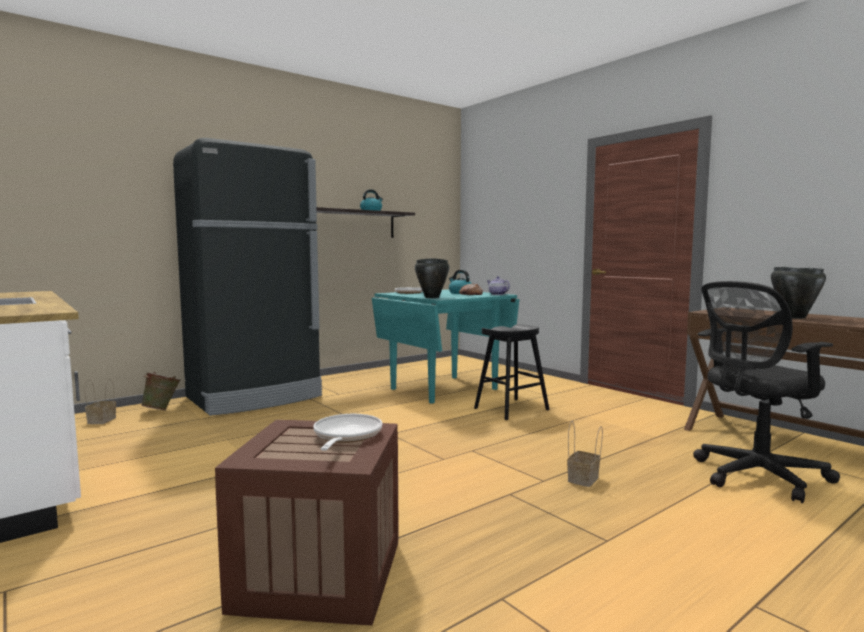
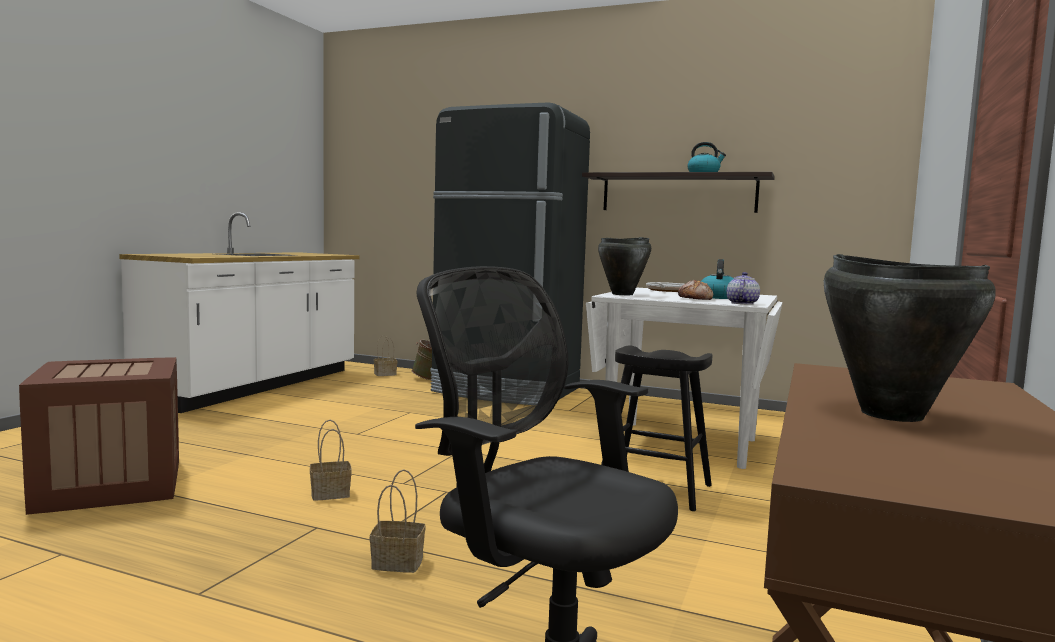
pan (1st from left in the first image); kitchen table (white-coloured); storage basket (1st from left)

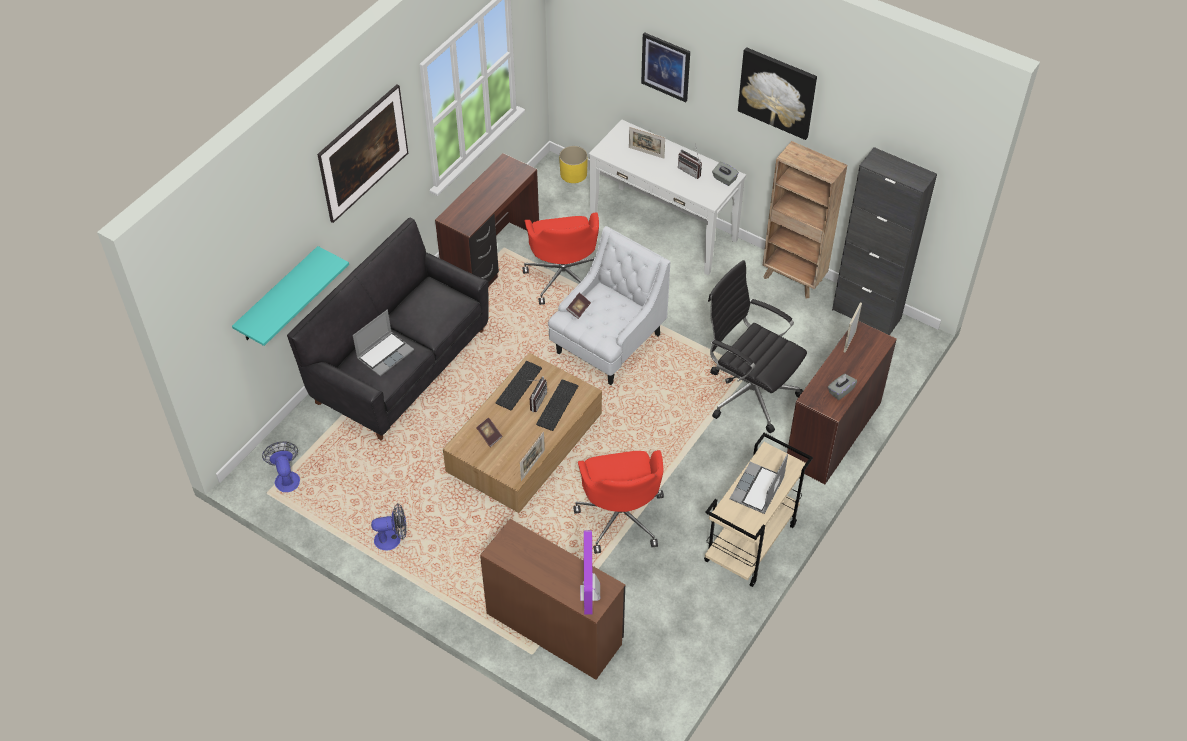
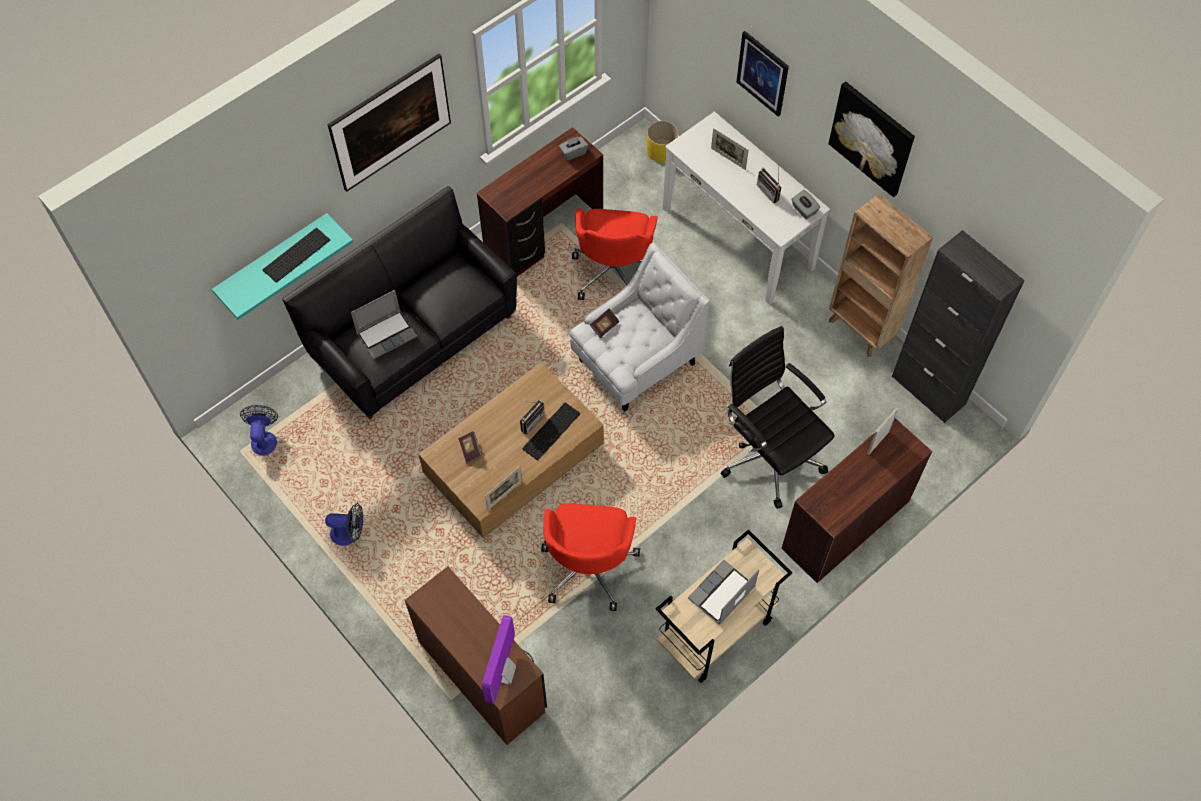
PC keyboard (1st from left); tissue holder (greyish) (1st from left)

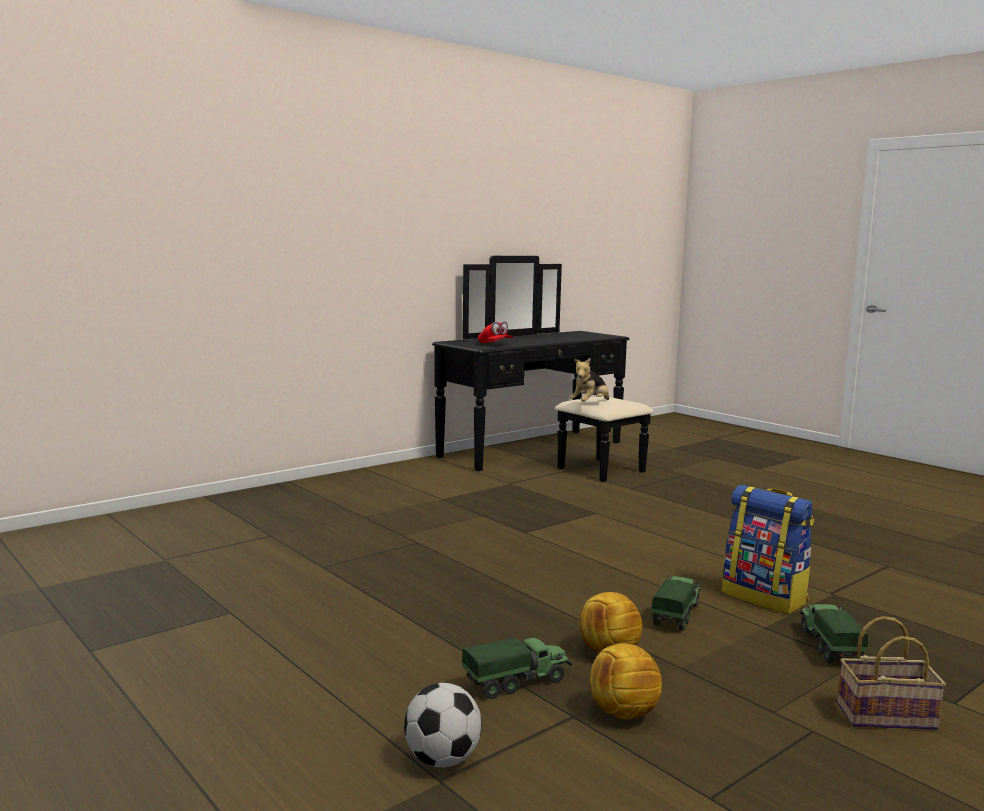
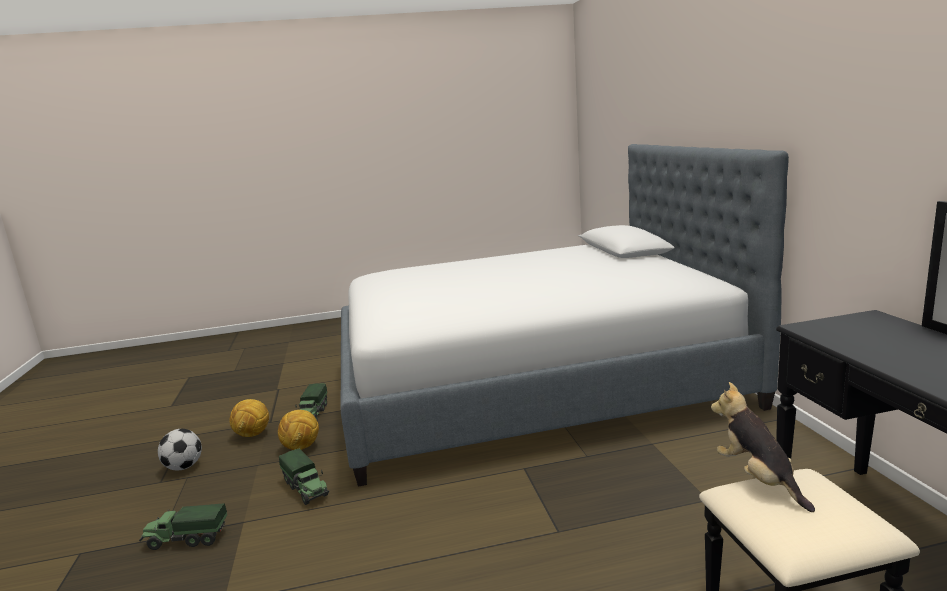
football (1st from left); peaked cap (red); rucksack; toy lorry (1st from left); storage basket; bedroom bed

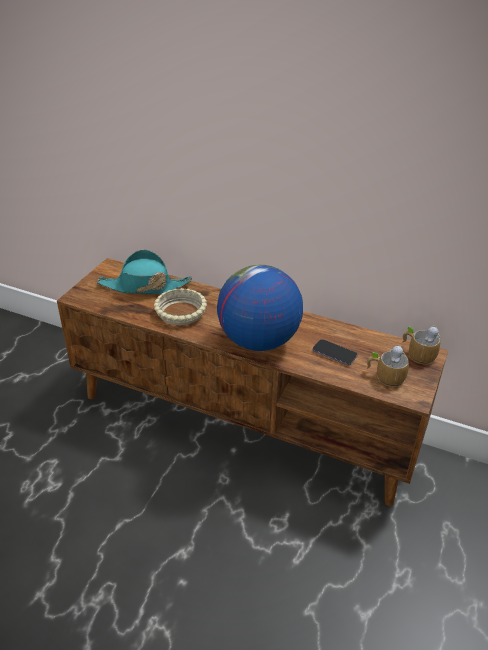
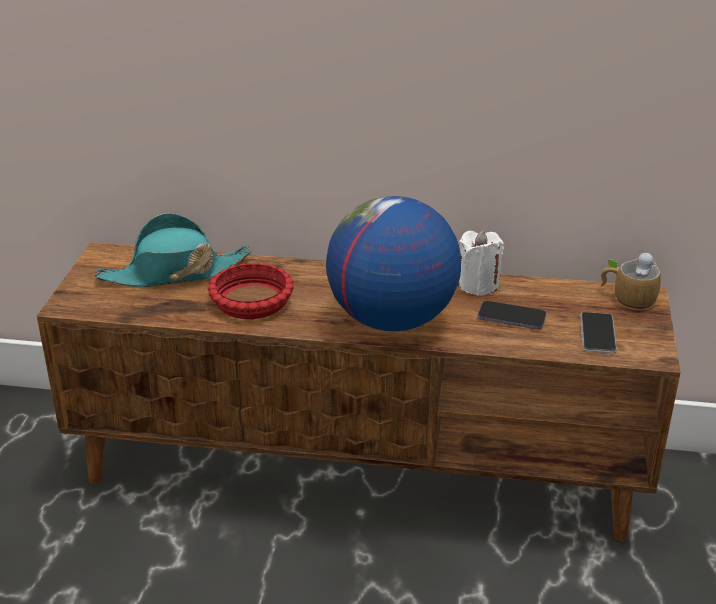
serving bowl (red); handset (2nd from left); wax candle (white-coloured)

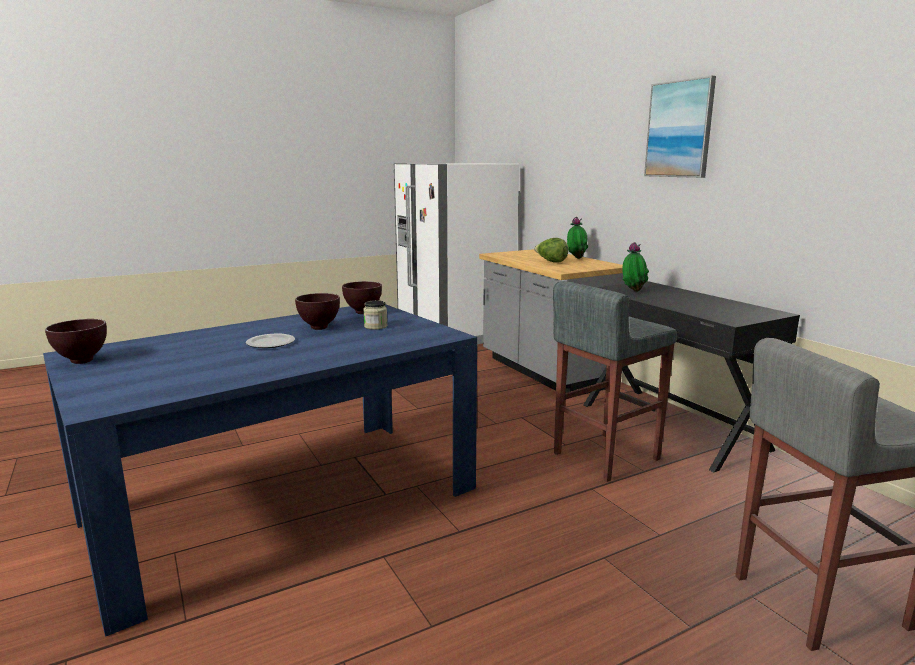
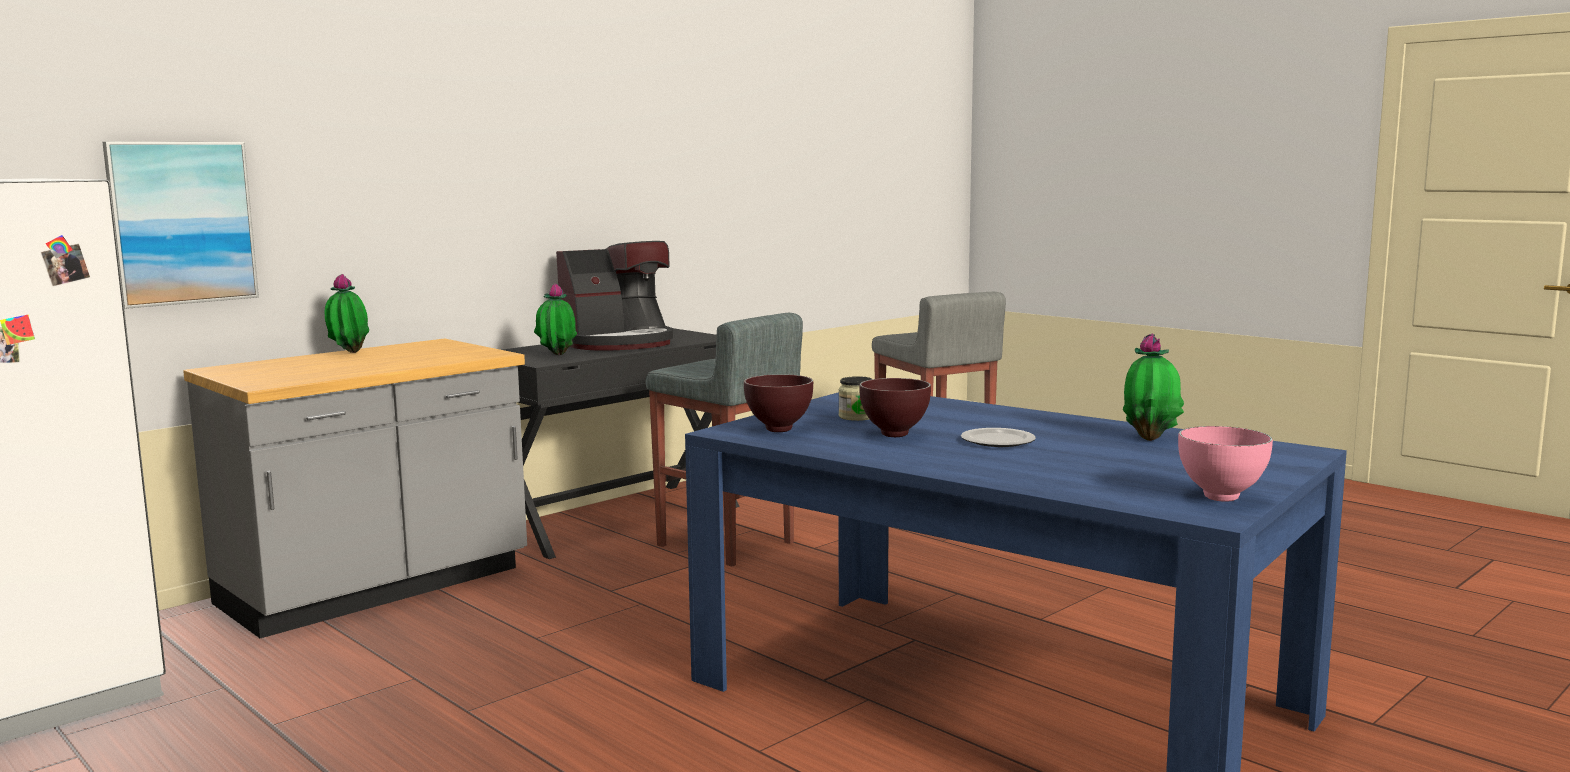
serving bowl (pinkish); head of lettuce; wall picture; coffee machine; potted plant (3rd from left)

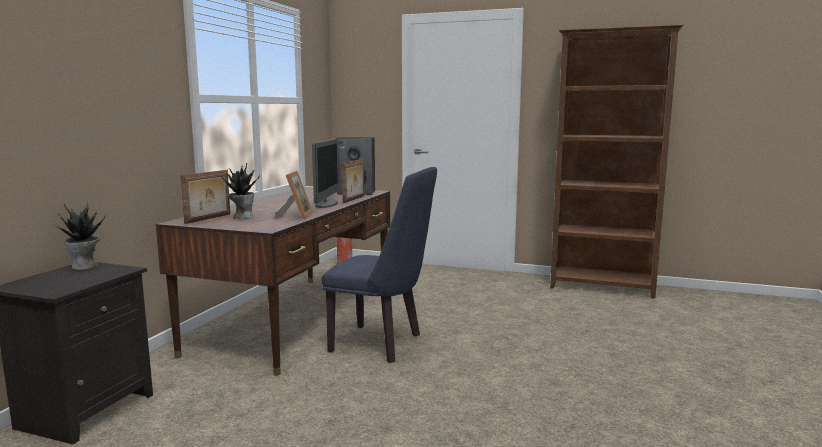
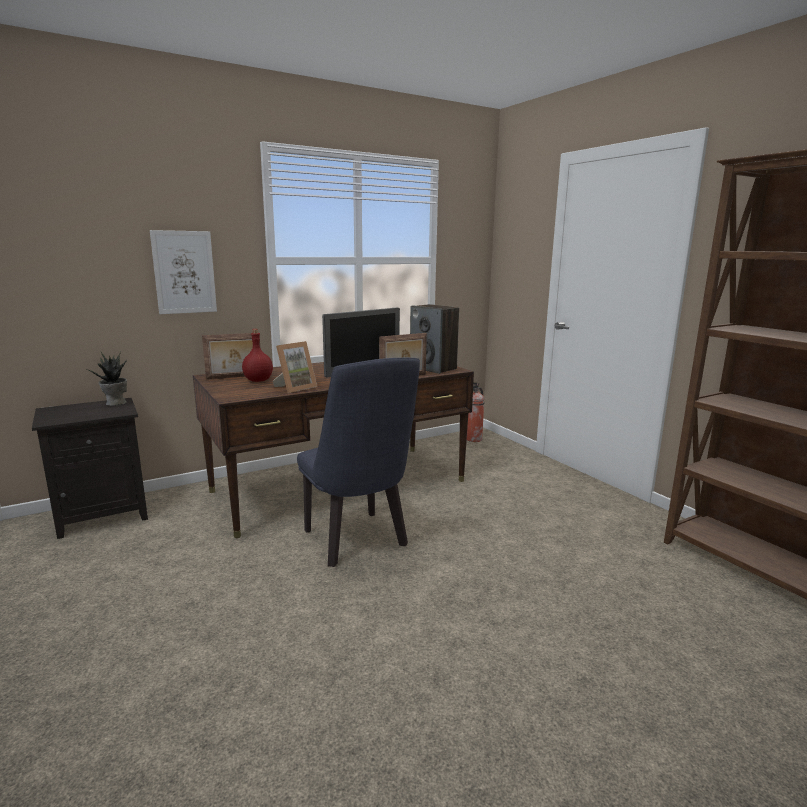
drink bottle (red); wall picture

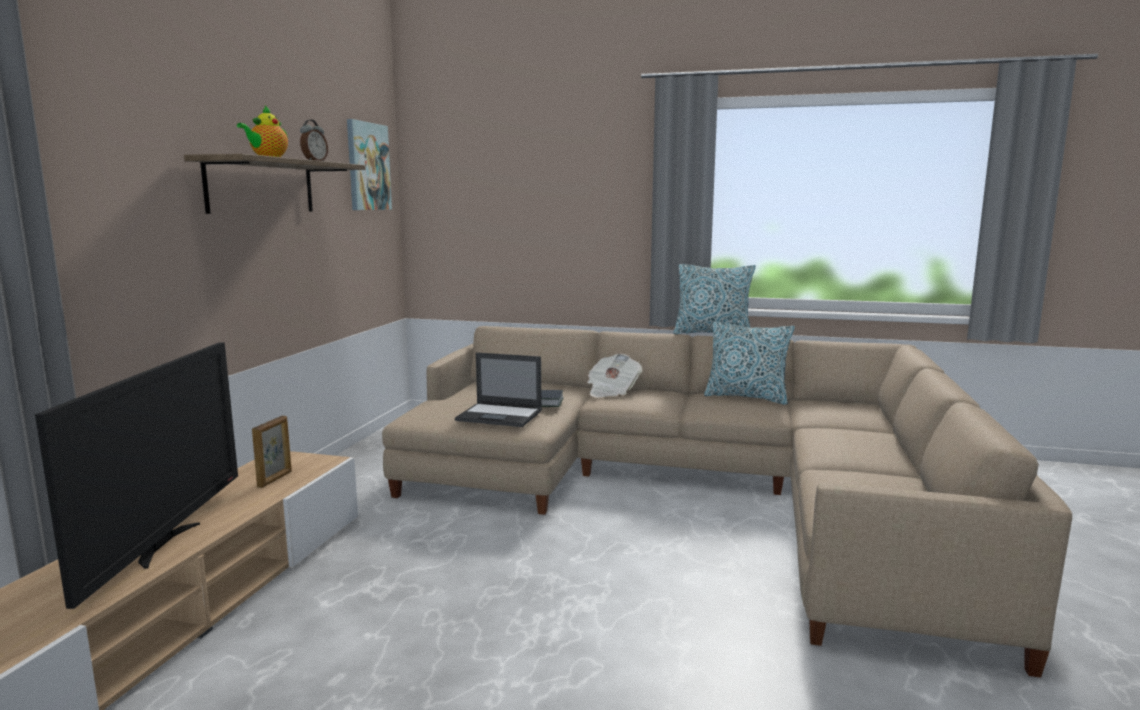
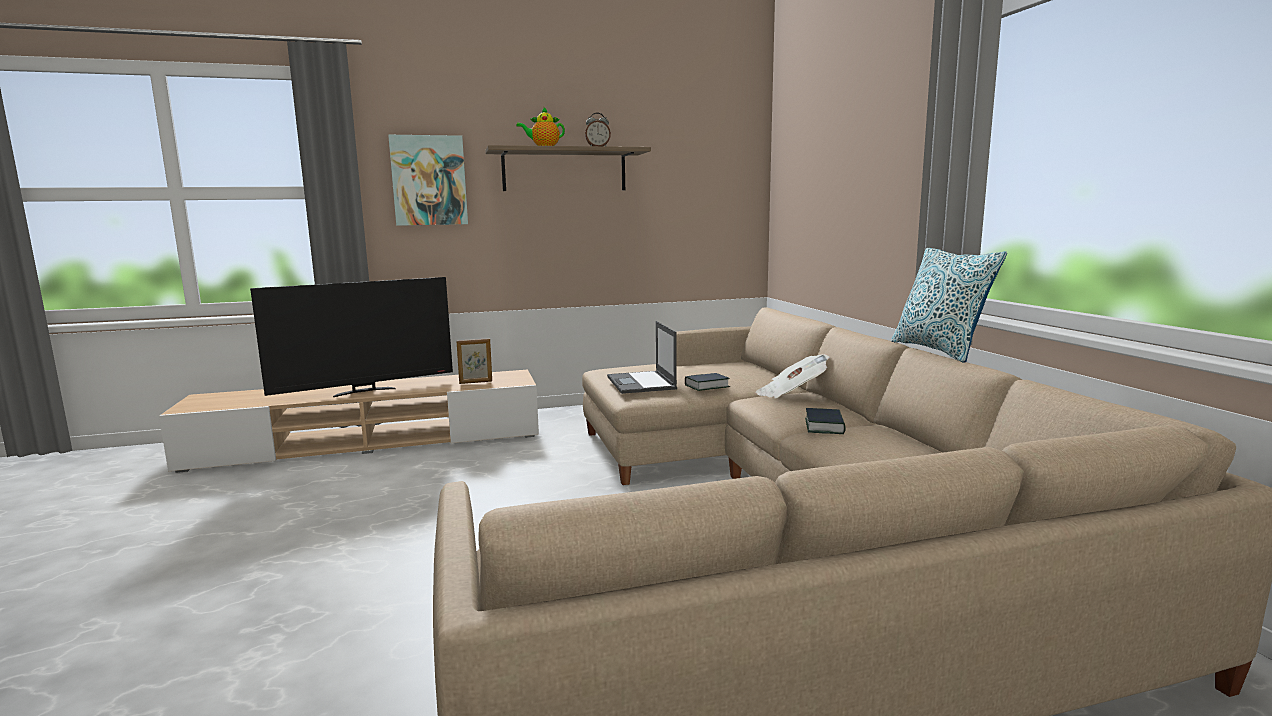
wall picture; cushion (2nd from left in the first image); book (2nd from left)

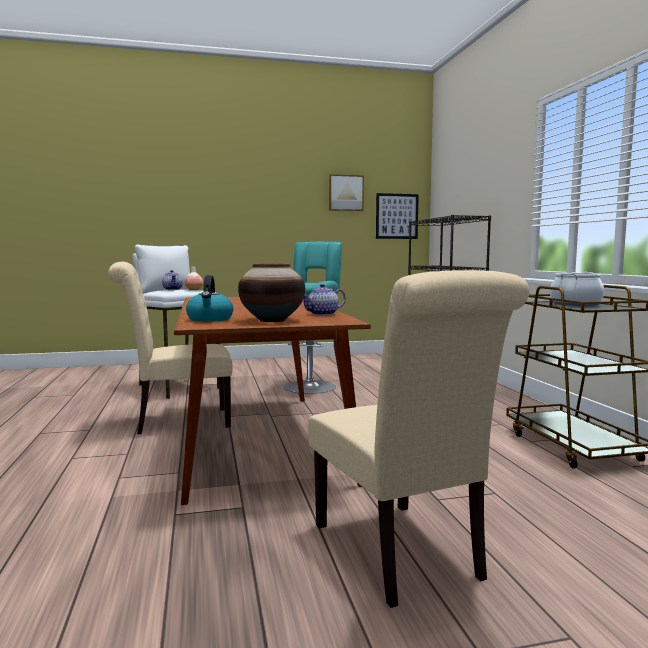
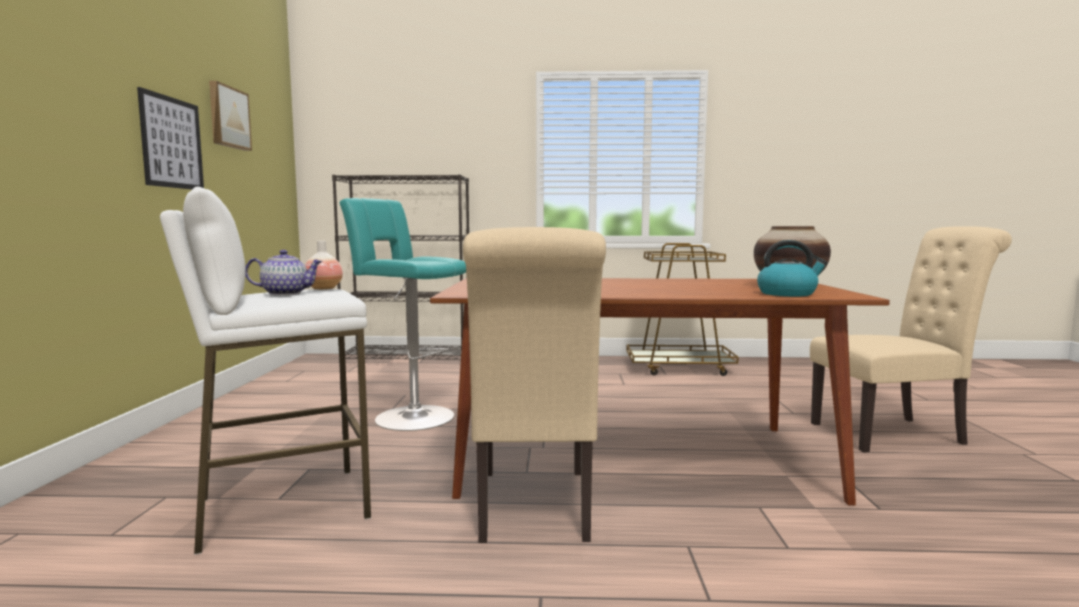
tea pot (2nd from left in the first image); wall picture (1st from left); cooking pot

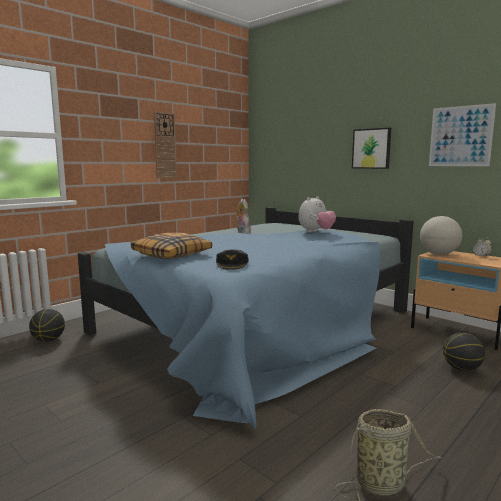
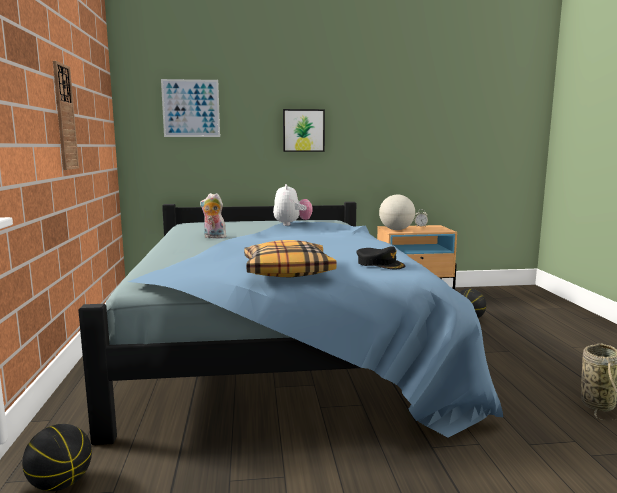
wall picture (1st from left)

